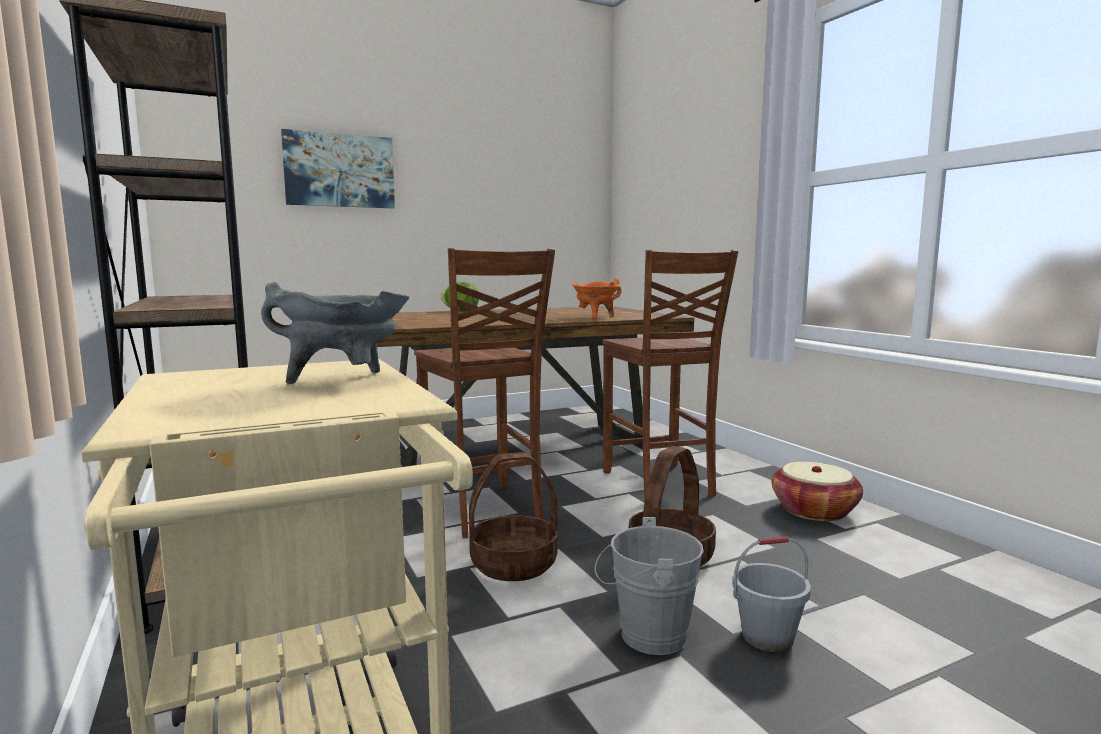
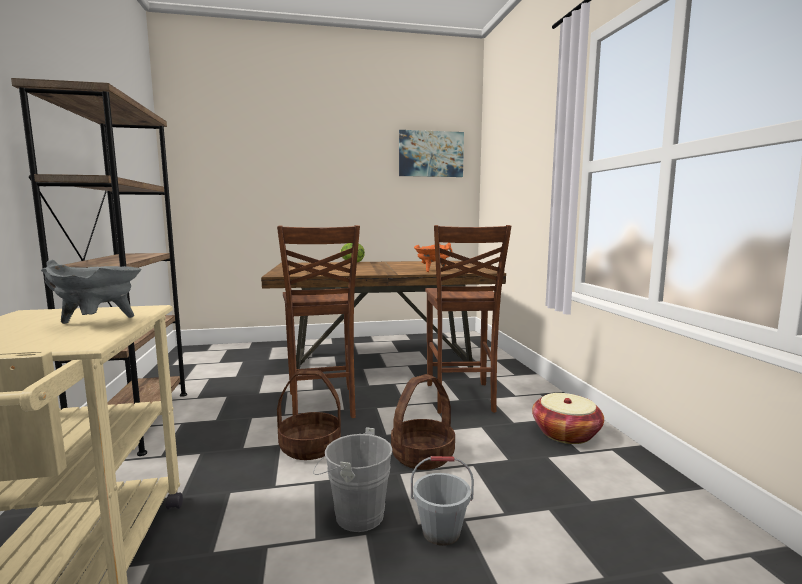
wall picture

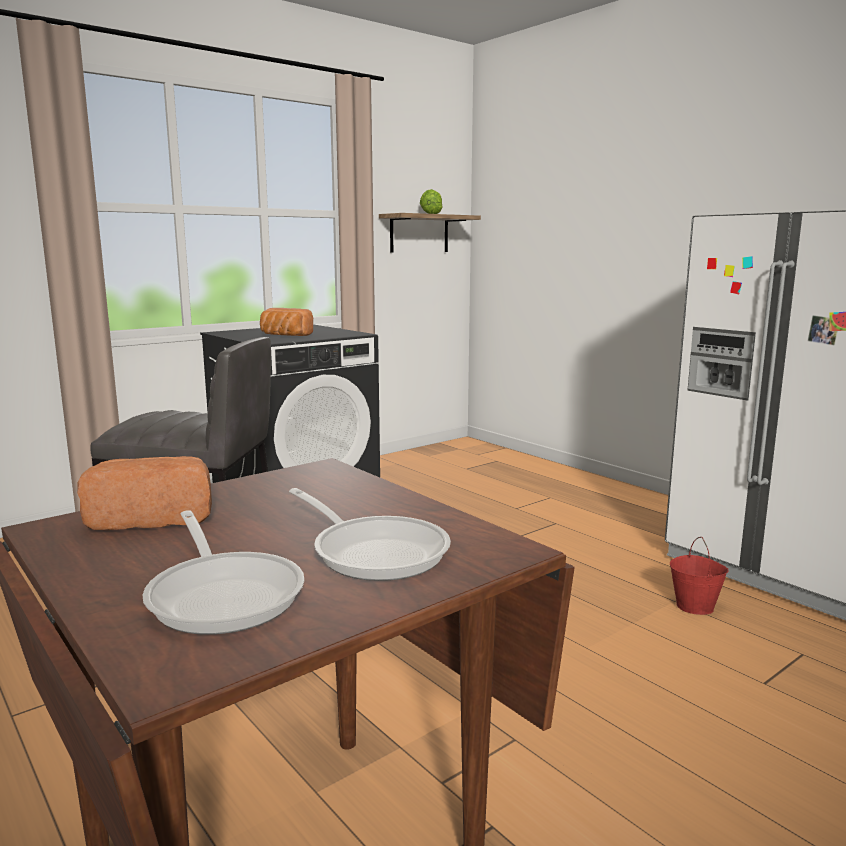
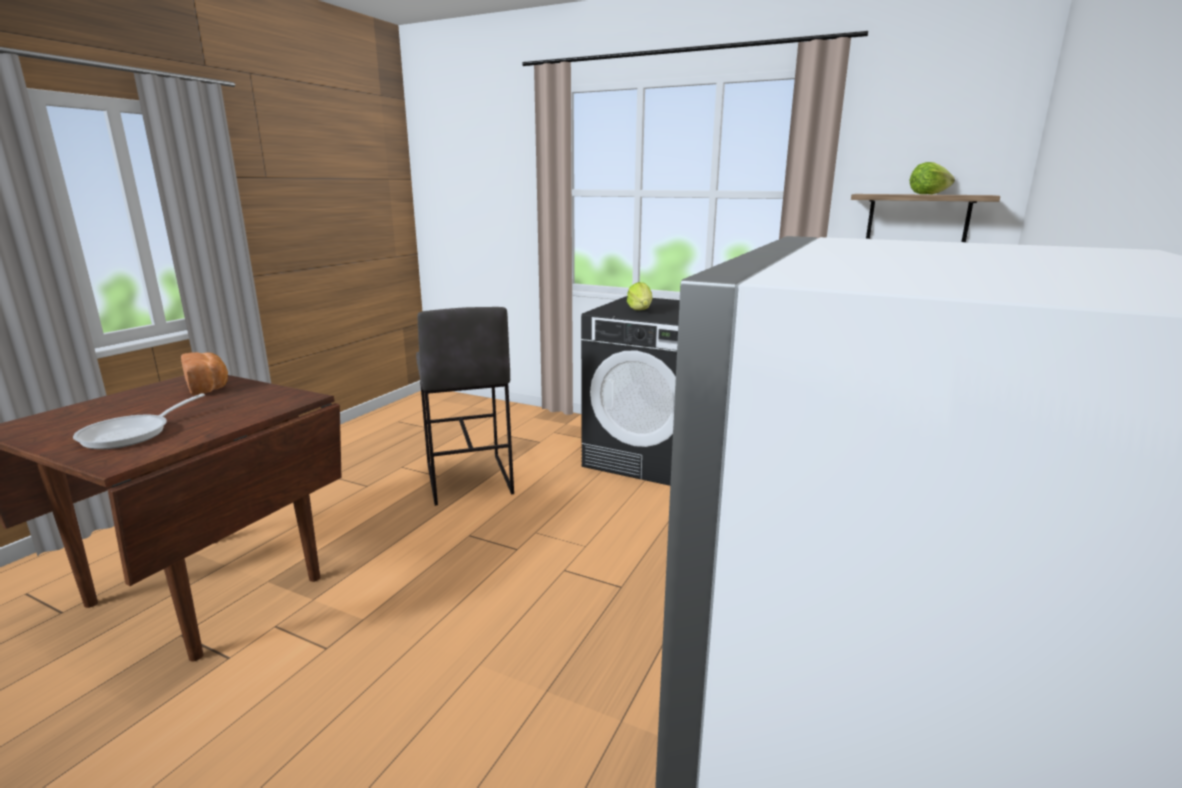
pan (1st from left in the first image); head of lettuce (1st from left); bucket (red)

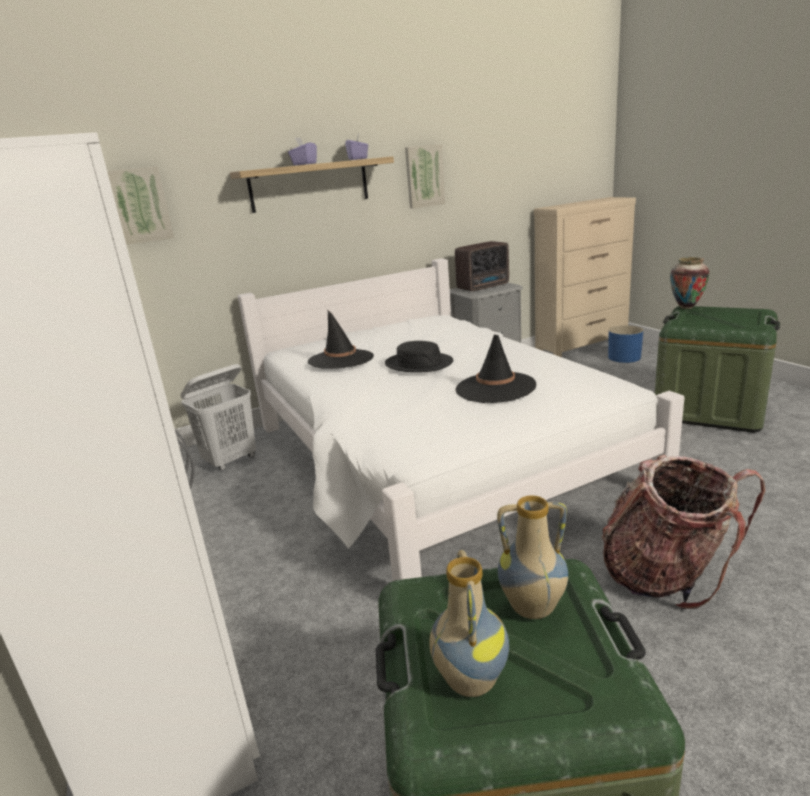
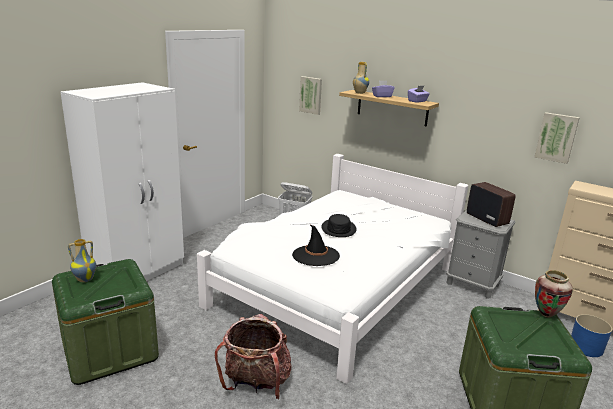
hat (black-coloured) (1st from left in the first image); wall picture (2nd from left); radio receiver; flower vase (2nd from left)

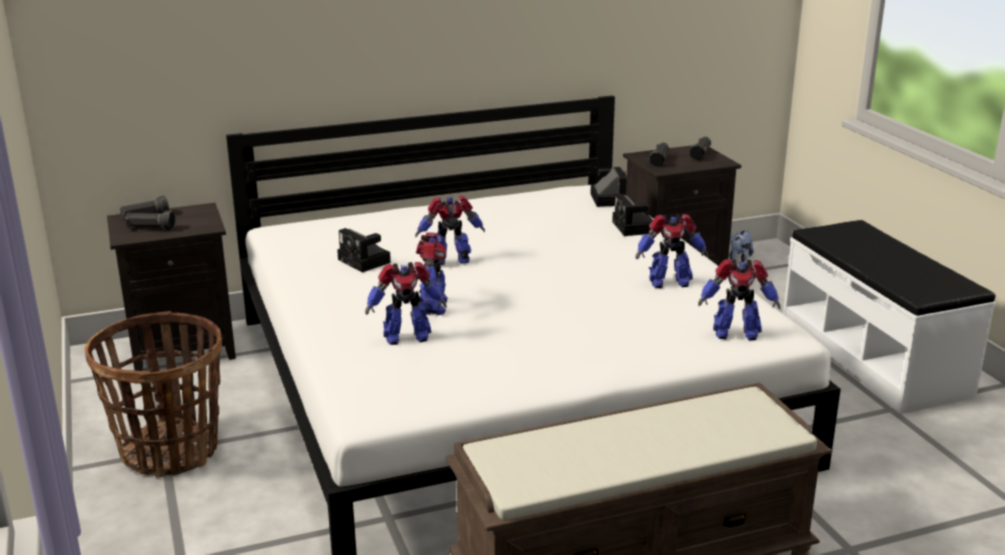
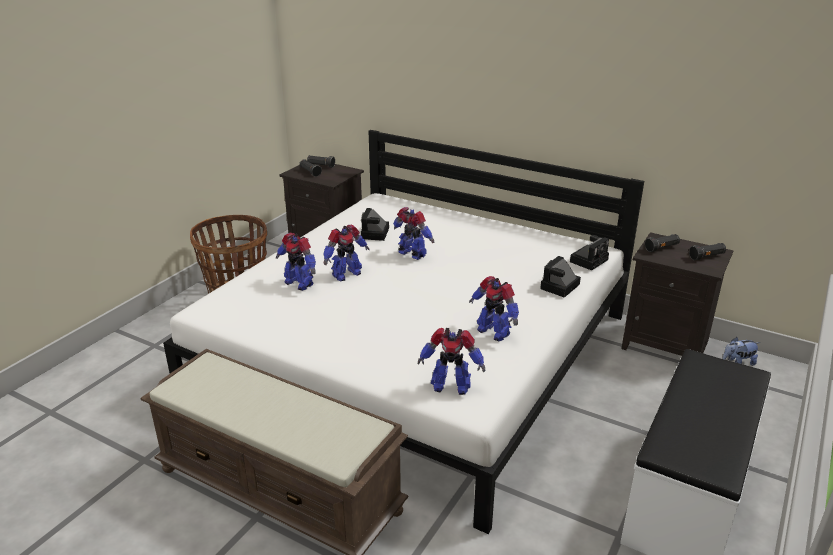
model robot (4th from left)

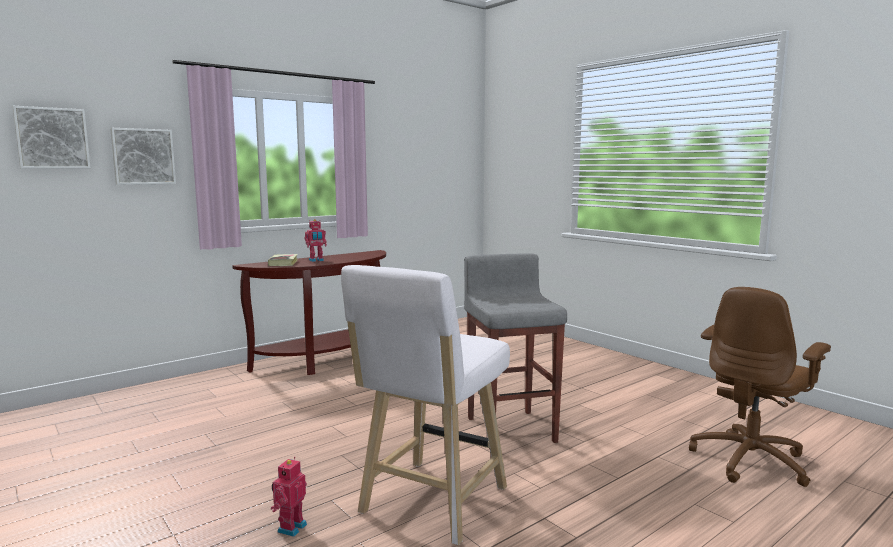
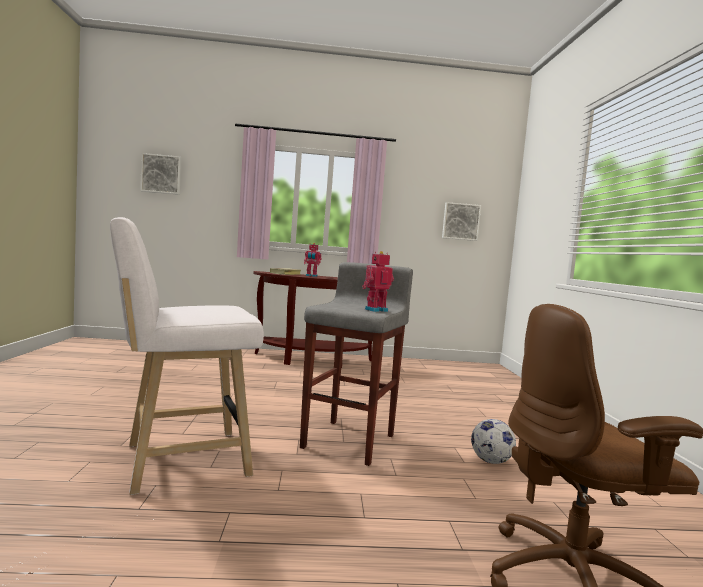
wall picture (2nd from left); model robot (2nd from left); football

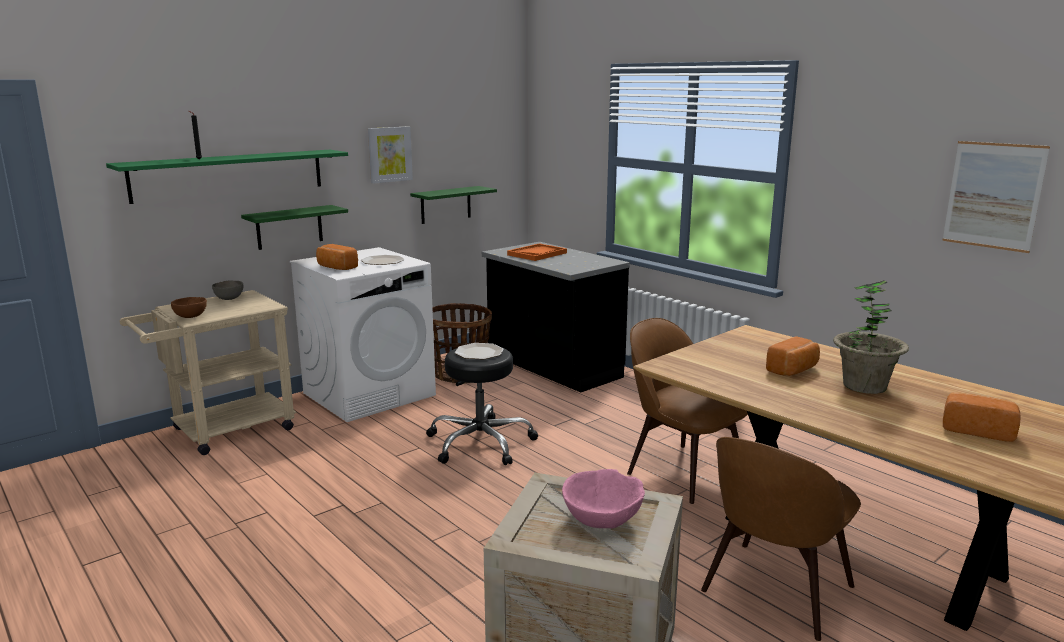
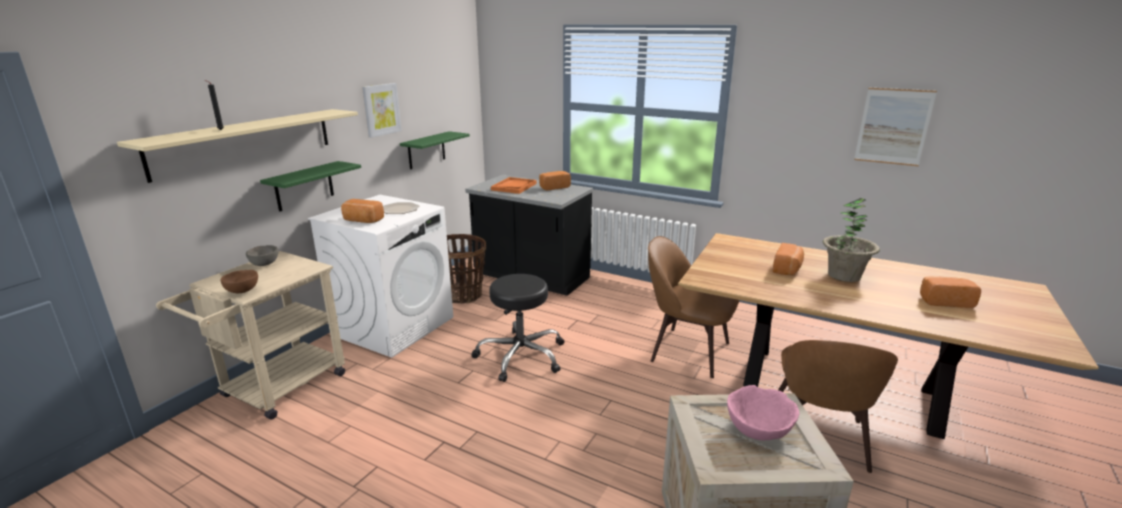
wall shelf (beige); plate (2nd from left in the first image); baked bread (2nd from left)

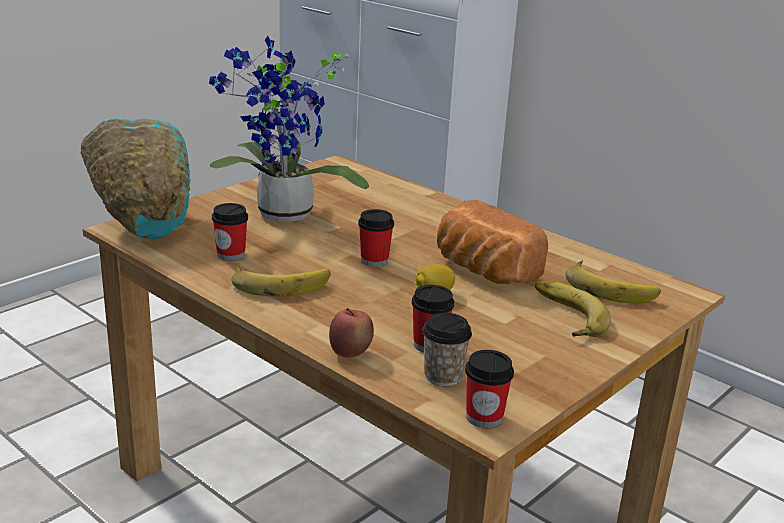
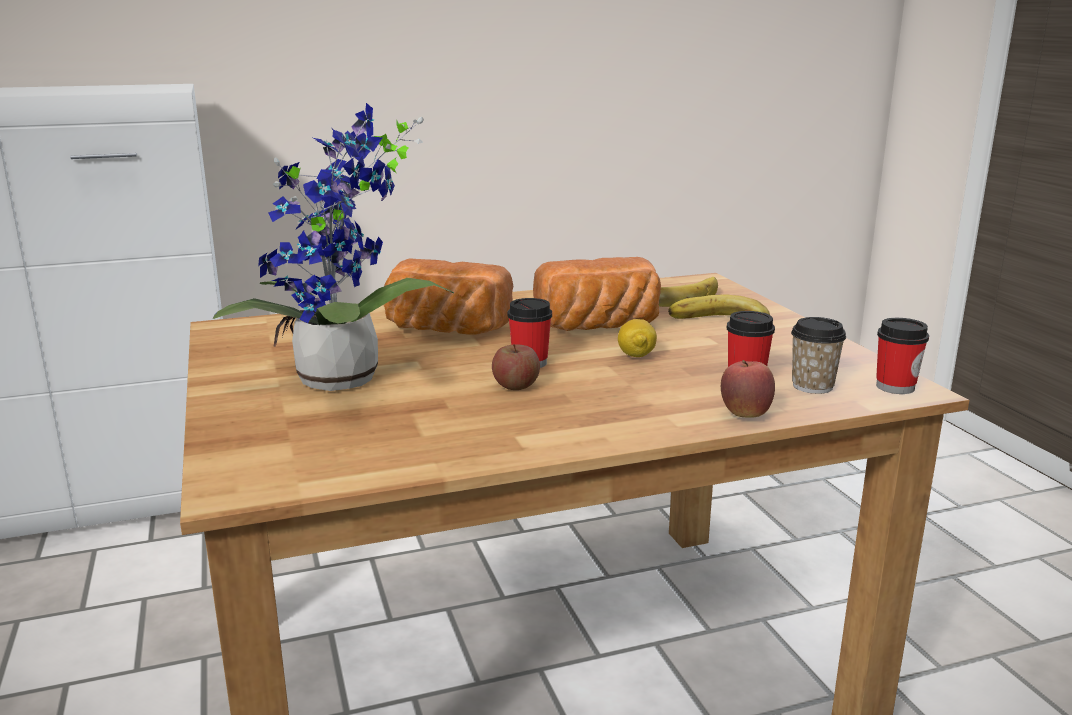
serving bowl (turquoise); cup (1st from left in the first image); banana (1st from left in the first image); baked bread (1st from left); whole apple (1st from left)

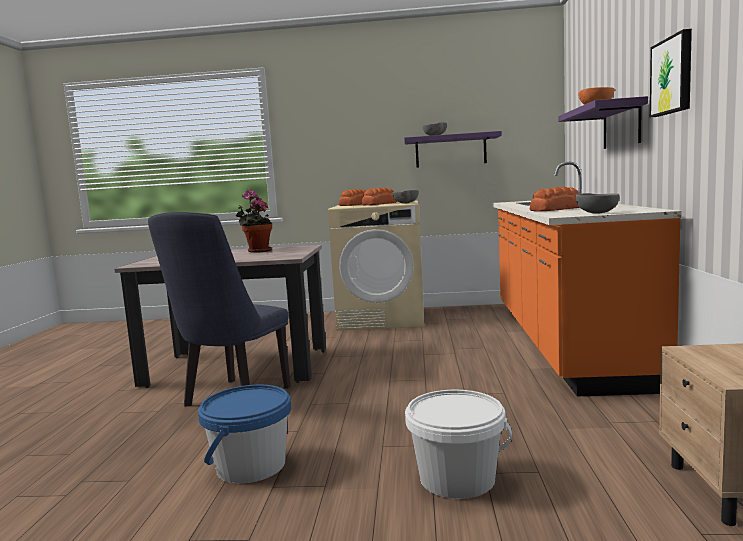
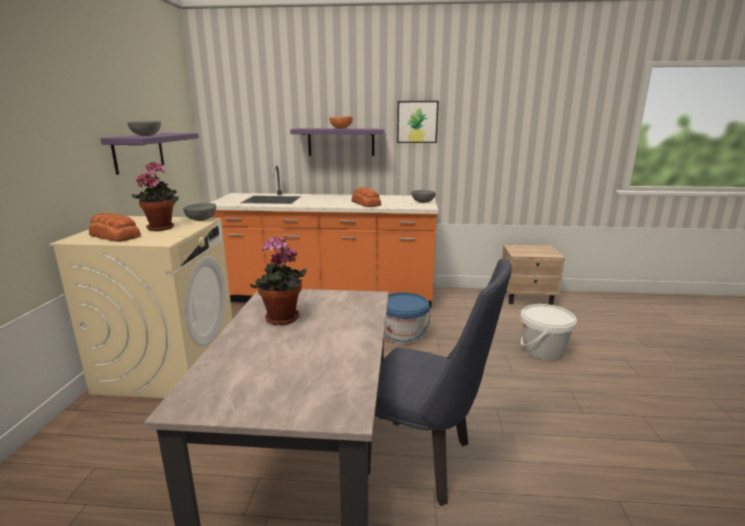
bucket (bluish); potted plant (1st from left)

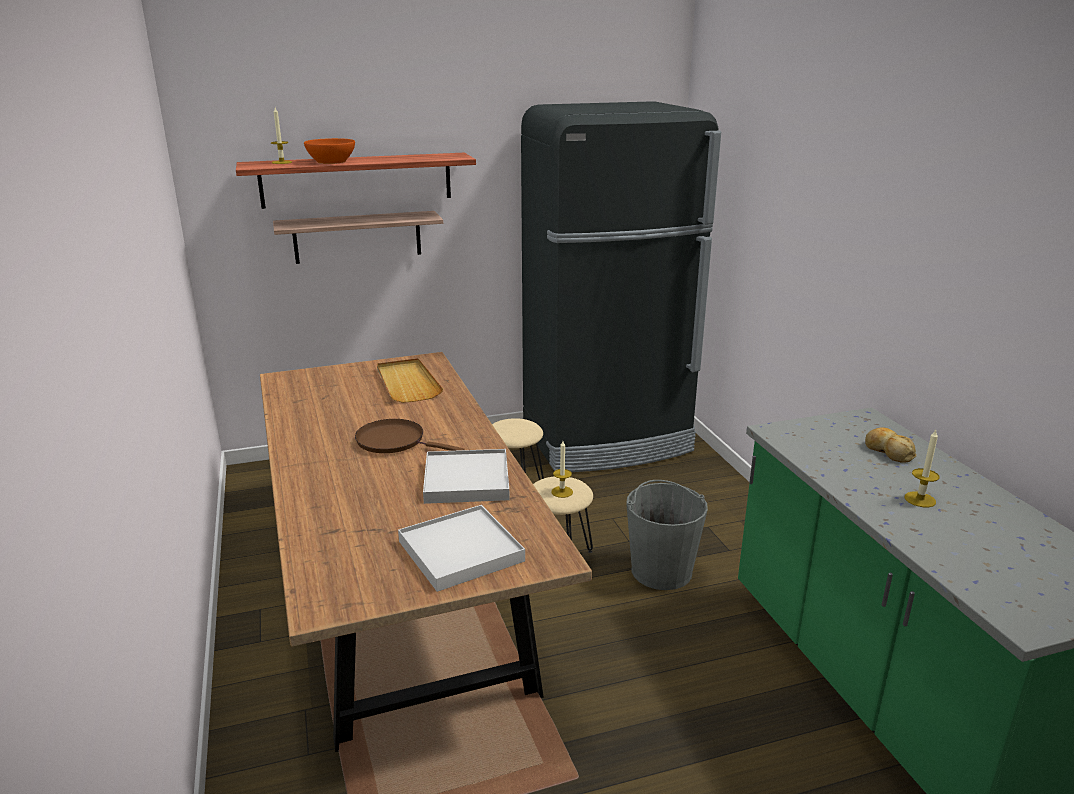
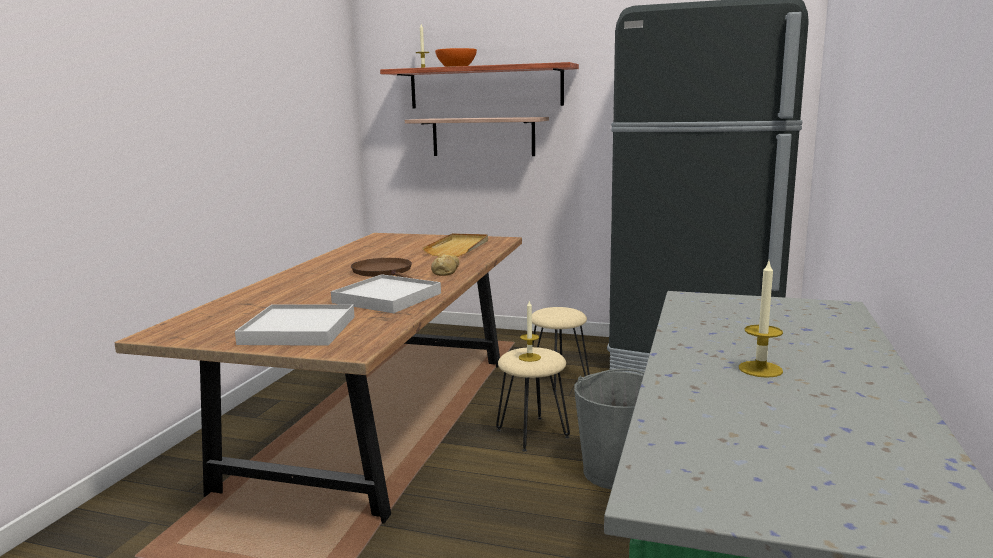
baked bread

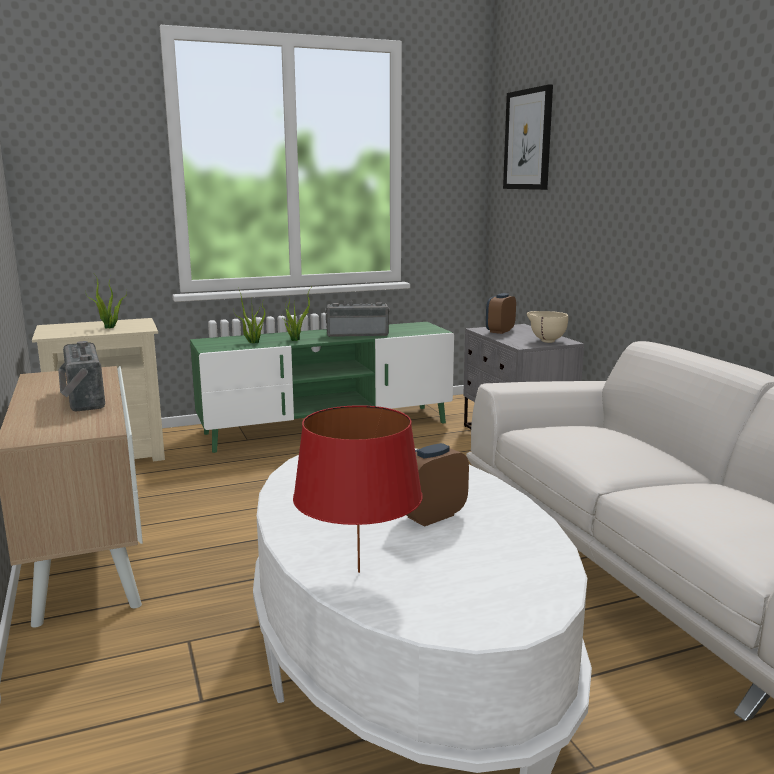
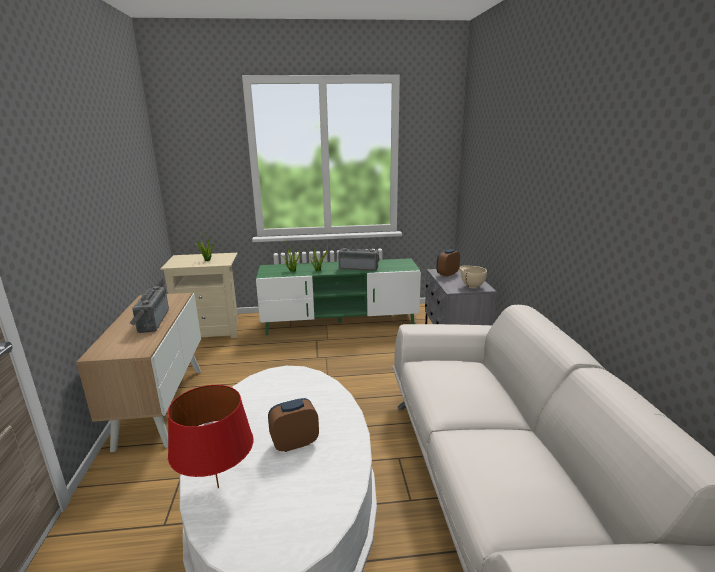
wall picture

